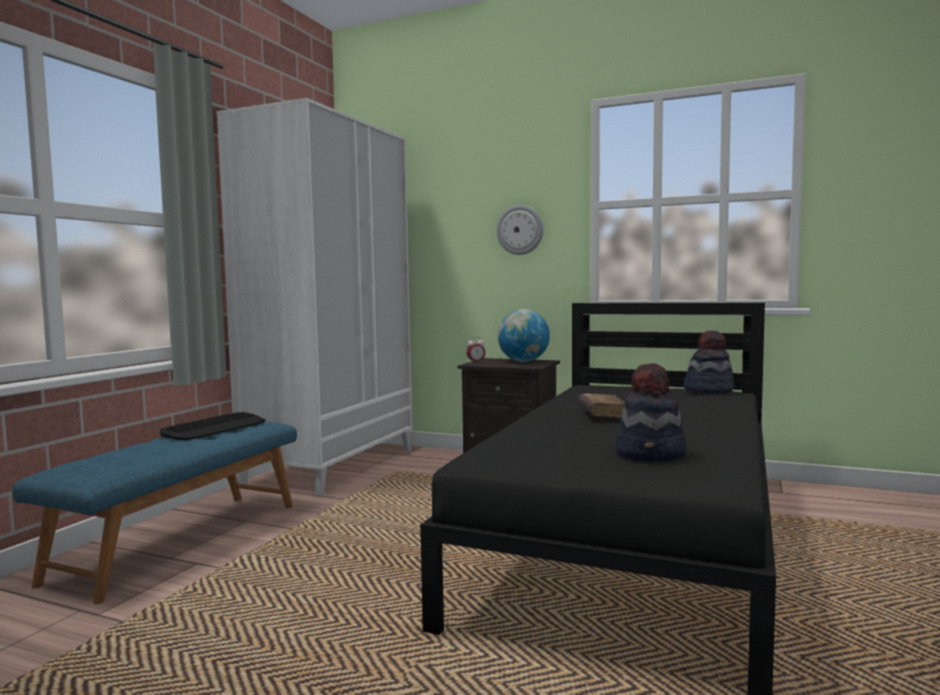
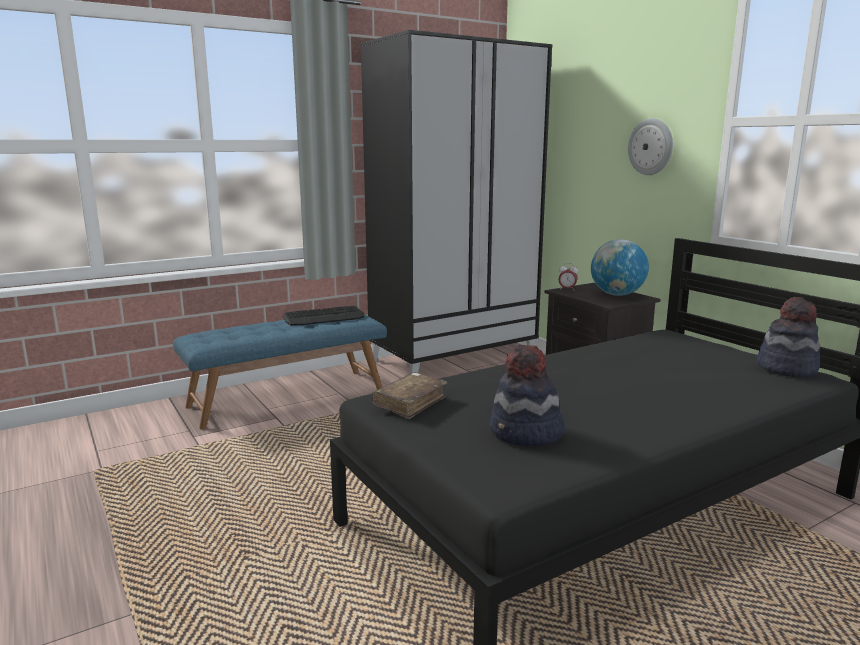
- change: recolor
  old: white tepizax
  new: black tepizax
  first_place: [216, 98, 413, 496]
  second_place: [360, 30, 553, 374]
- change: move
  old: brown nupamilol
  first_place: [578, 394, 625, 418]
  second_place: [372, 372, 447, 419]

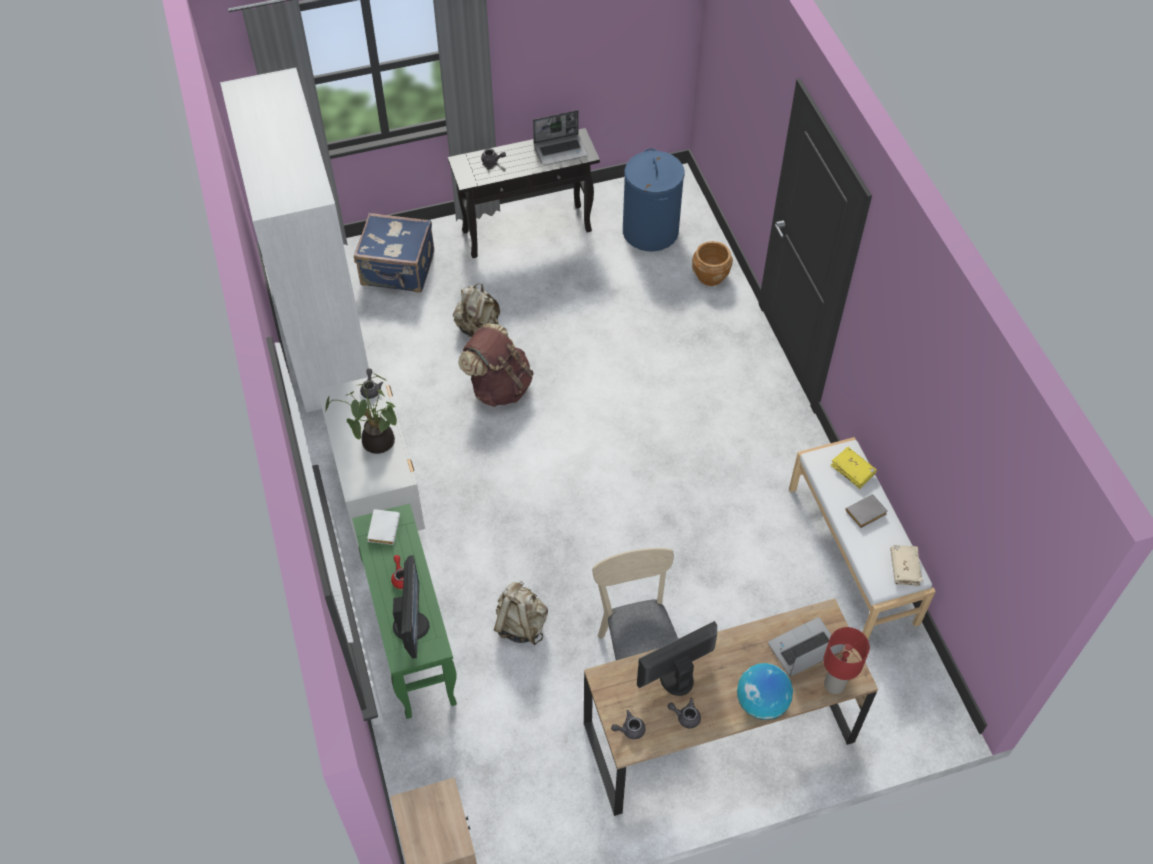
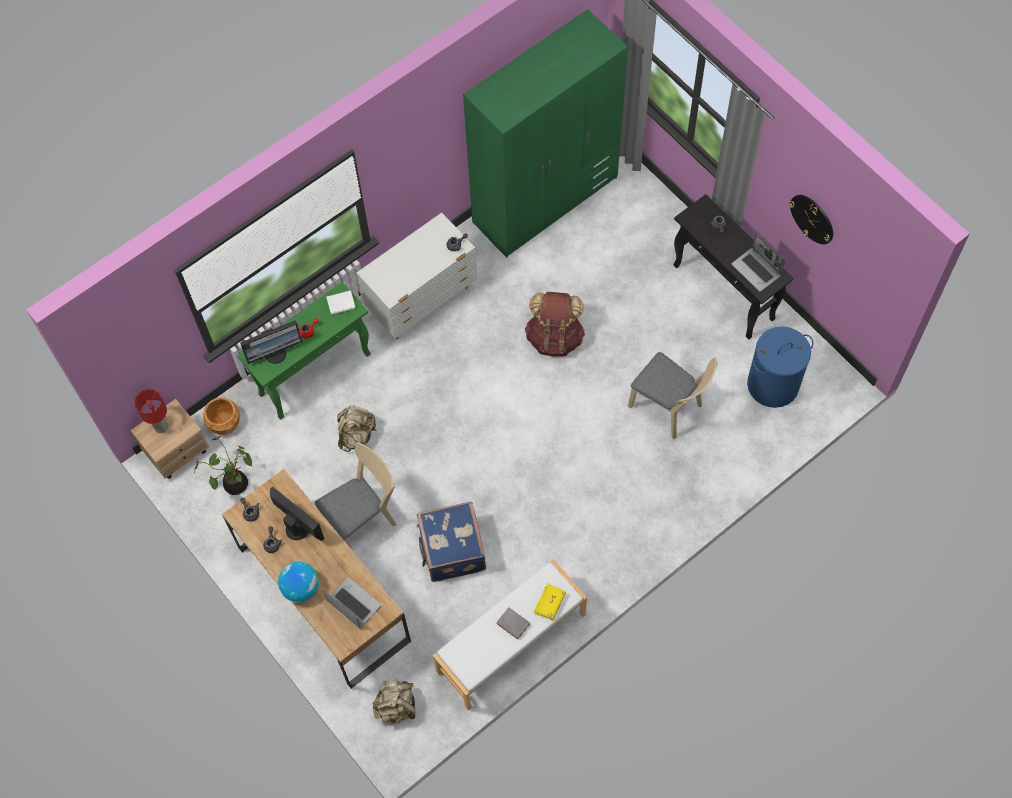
- change: recolor
  old: white tepizax
  new: green tepizax
  first_place: [220, 68, 369, 412]
  second_place: [463, 9, 628, 258]
- change: move
  old: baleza
  first_place: [325, 372, 397, 454]
  second_place: [194, 436, 252, 495]
- change: move
  old: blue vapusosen
  first_place: [354, 213, 434, 293]
  second_place: [416, 501, 486, 582]
- change: move
  old: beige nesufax
  first_place: [453, 284, 500, 338]
  second_place: [373, 679, 415, 724]
- change: move
  old: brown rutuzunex
  first_place: [692, 241, 733, 286]
  second_place: [203, 397, 240, 435]
- change: move
  old: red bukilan
  first_place: [823, 627, 870, 694]
  second_place: [135, 389, 169, 433]
- change: delete
  old: beige nupamilol
  first_place: [890, 545, 923, 586]
- change: insert
  new: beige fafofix
  second_place: [628, 352, 718, 439]
- change: insert
  new: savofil
  second_place: [789, 195, 833, 244]

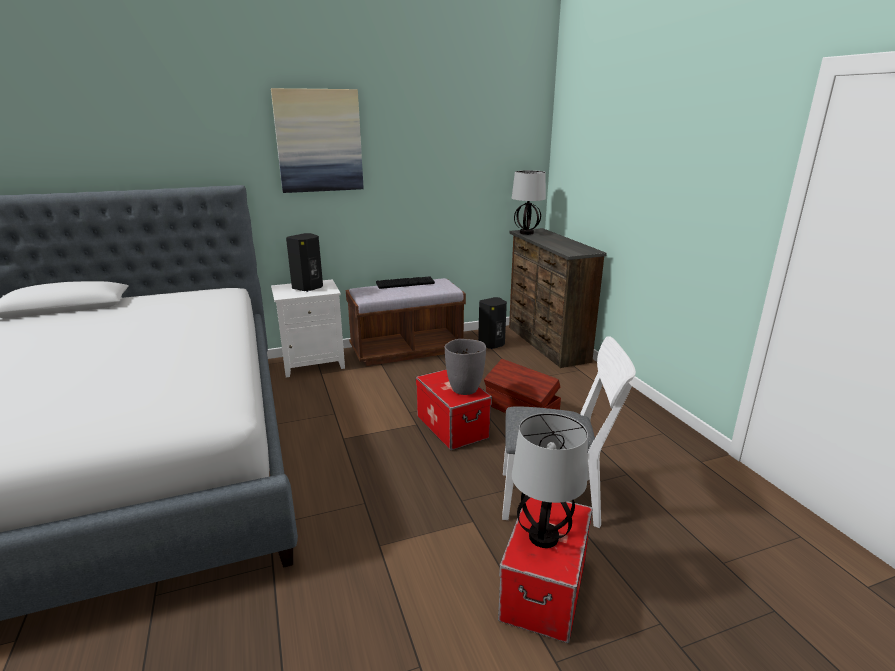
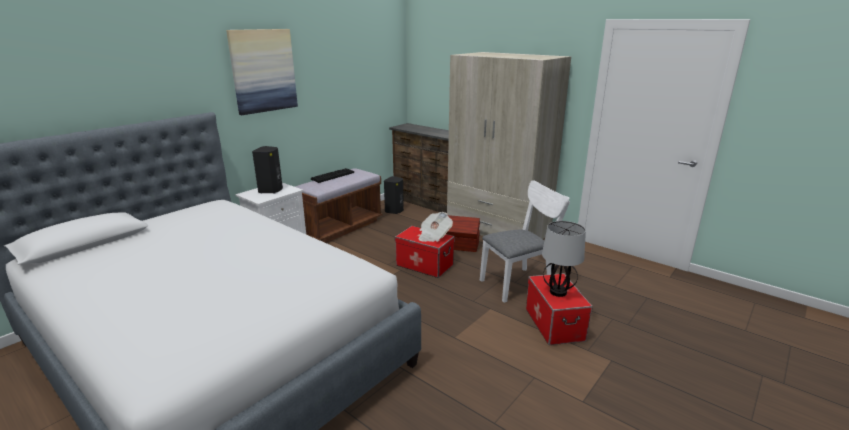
- change: replace
  old: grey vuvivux
  new: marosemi
  first_place: [444, 339, 486, 395]
  second_place: [419, 212, 453, 242]
- change: delete
  old: bukilan
  first_place: [512, 170, 546, 235]
- change: insert
  new: beige tepizax
  second_place: [447, 52, 571, 239]

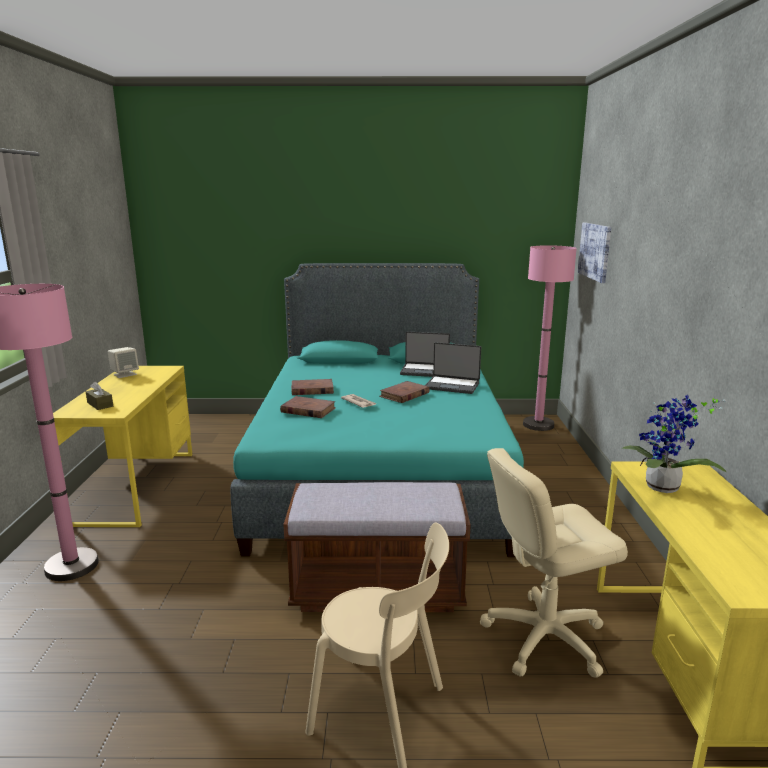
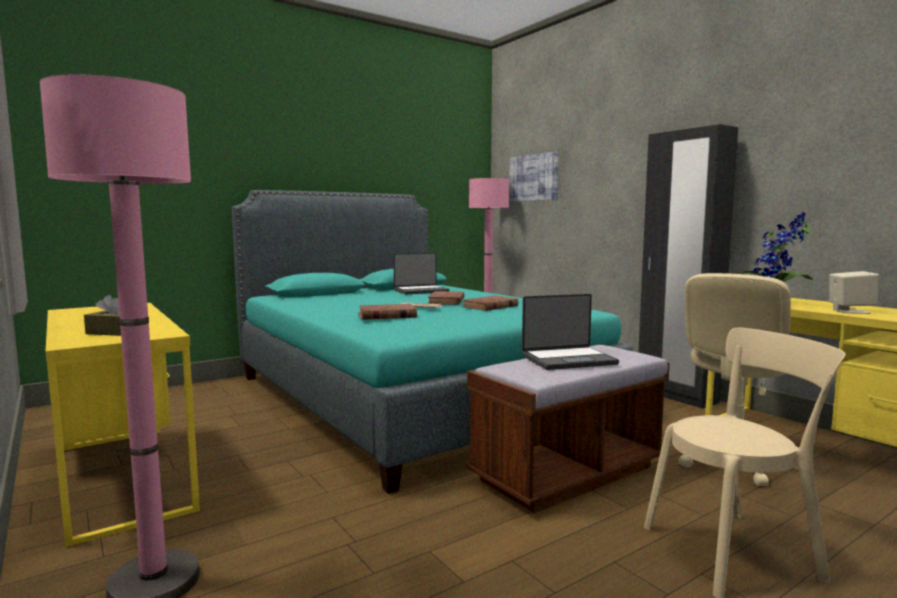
- change: move
  old: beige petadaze
  first_place: [108, 347, 139, 378]
  second_place: [829, 271, 879, 314]
- change: move
  old: brown nupamilol
  first_place: [291, 379, 334, 395]
  second_place: [462, 296, 519, 311]
- change: move
  old: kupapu
  first_place: [425, 342, 481, 394]
  second_place: [522, 294, 619, 370]
- change: insert
  new: black tepizax
  second_place: [638, 124, 738, 409]

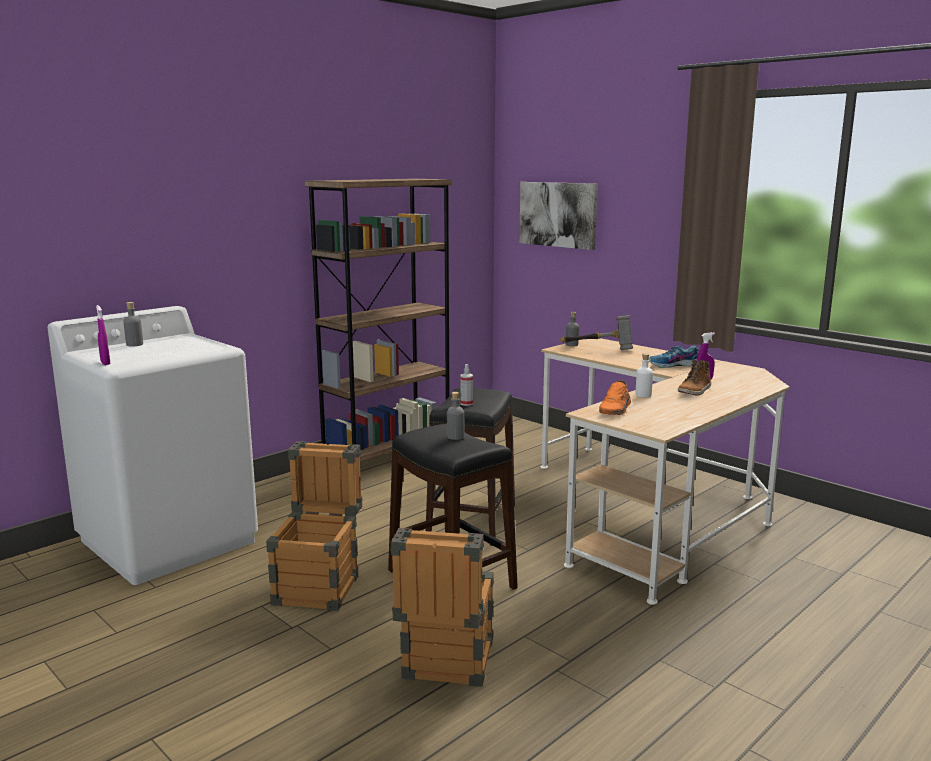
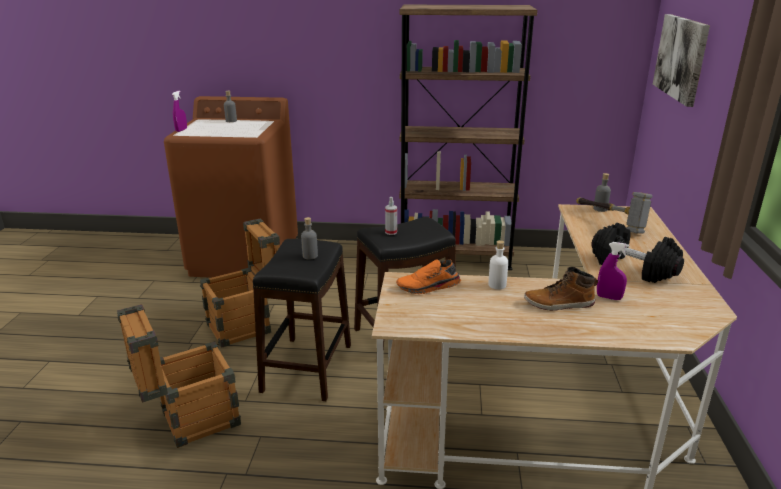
- change: recolor
  old: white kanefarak
  new: brown kanefarak
  first_place: [48, 306, 258, 585]
  second_place: [164, 96, 298, 278]
- change: replace
  old: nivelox
  new: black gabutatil
  first_place: [649, 345, 700, 368]
  second_place: [591, 223, 684, 283]

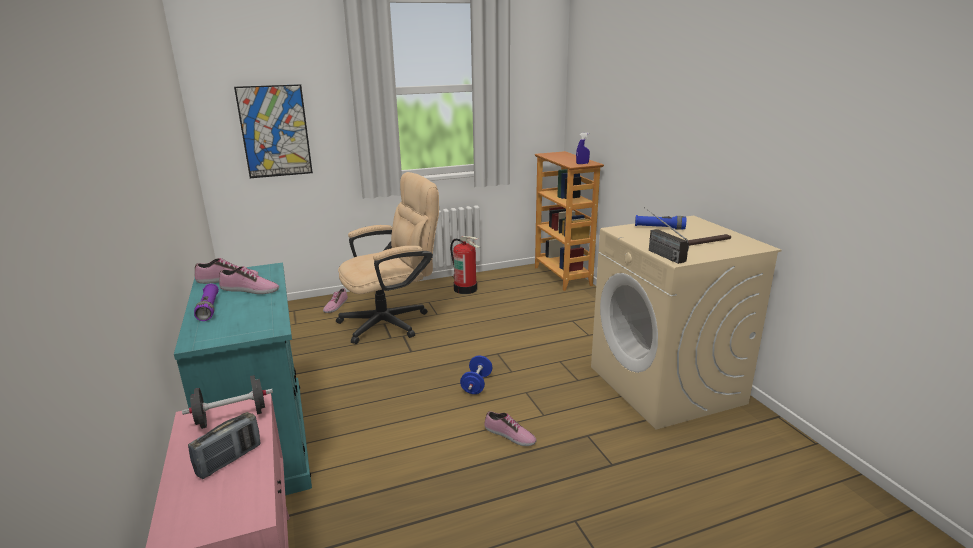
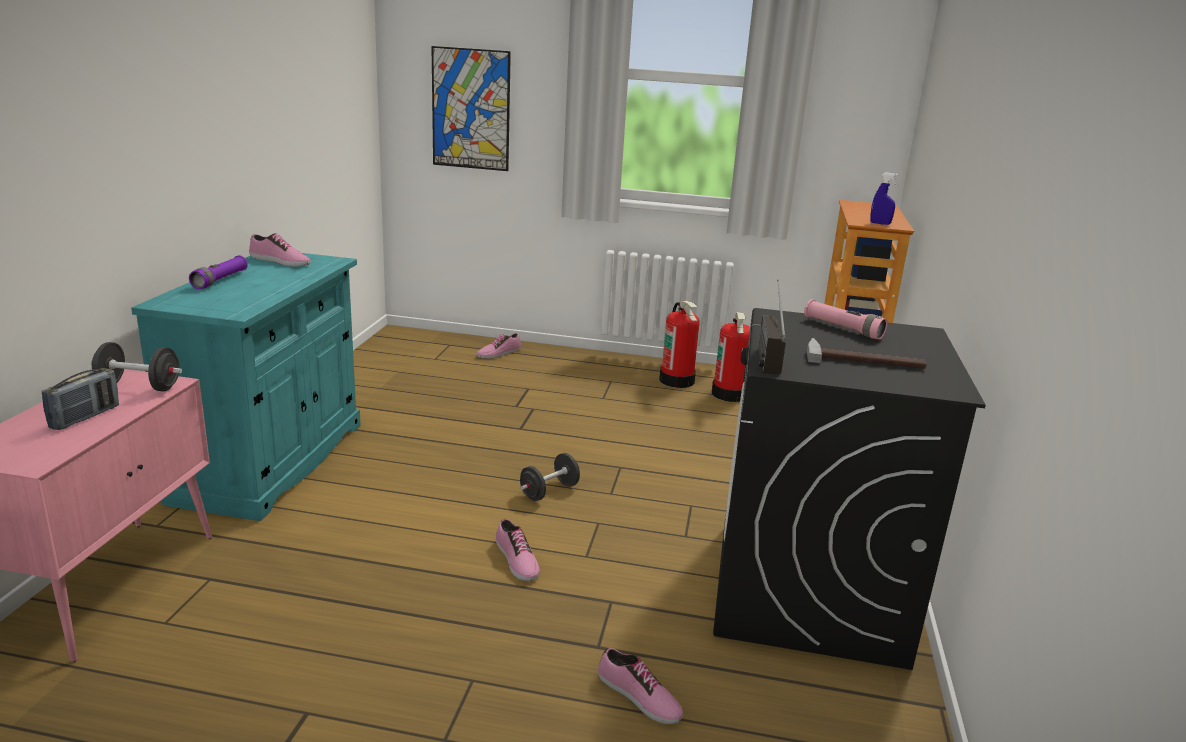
- change: rotate
  old: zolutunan
  first_place: [188, 412, 261, 479]
  second_place: [42, 368, 119, 430]
  degrees: -45
- change: move
  old: nivelox
  first_place: [219, 266, 279, 294]
  second_place: [598, 648, 683, 724]
- change: delete
  old: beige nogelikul
  first_place: [336, 172, 439, 344]
- change: recolor
  old: blue gabutatil
  new: black gabutatil
  first_place: [460, 356, 492, 394]
  second_place: [520, 453, 580, 501]
- change: recolor
  old: beige kanefarak
  new: black kanefarak
  first_place: [591, 216, 781, 429]
  second_place: [713, 308, 986, 670]
- change: recolor
  old: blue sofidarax
  new: pink sofidarax
  first_place: [635, 215, 686, 230]
  second_place: [804, 299, 888, 339]
- change: insert
  new: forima
  second_place: [712, 312, 750, 402]

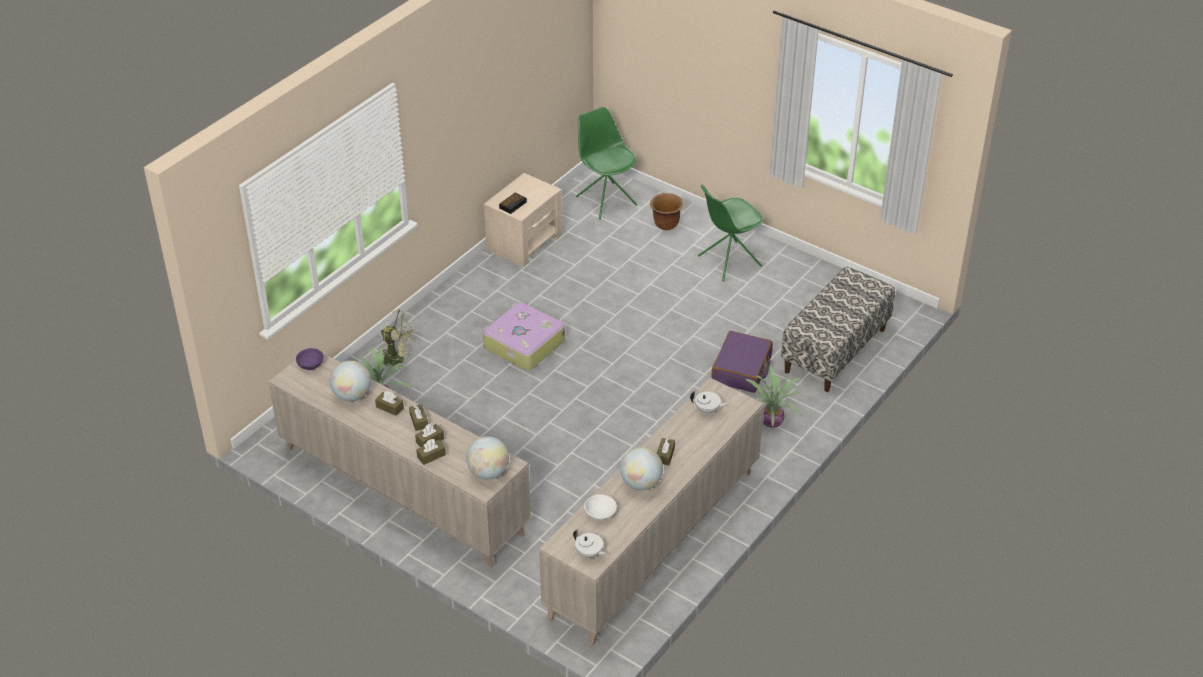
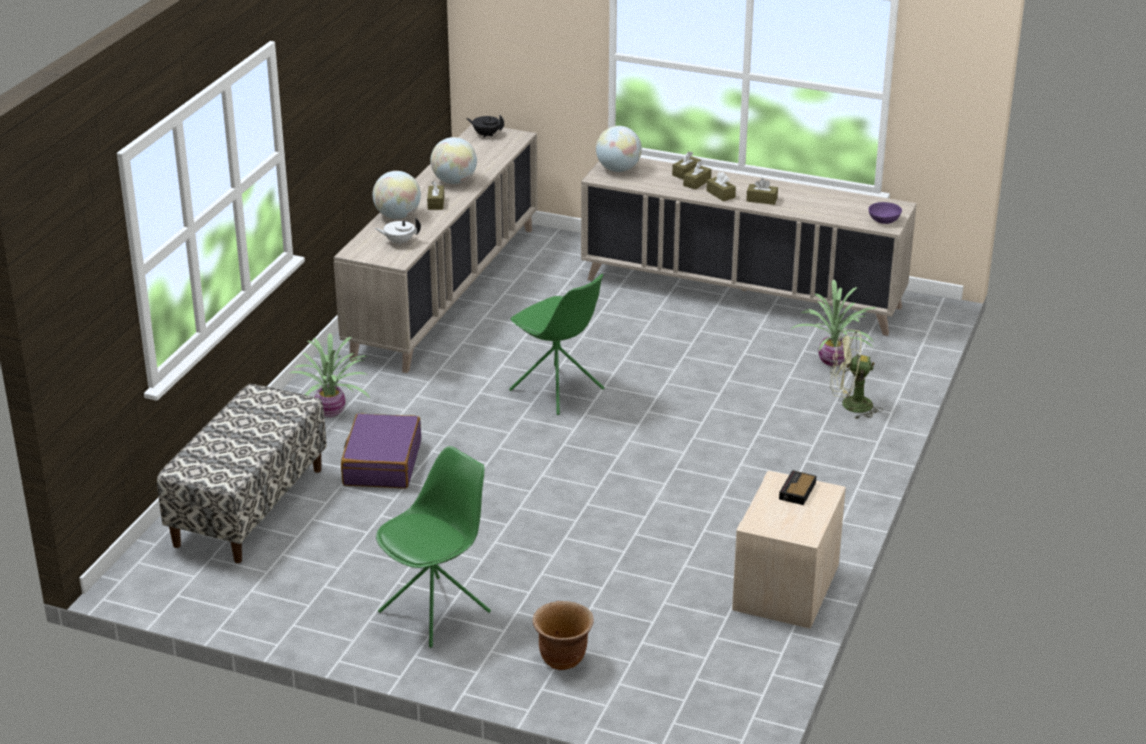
- change: move
  old: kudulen
  first_place: [330, 361, 371, 401]
  second_place: [373, 171, 421, 219]
- change: delete
  old: vapusosen
  first_place: [483, 302, 565, 370]
- change: recolor
  old: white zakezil
  new: black zakezil
  first_place: [573, 530, 607, 558]
  second_place: [466, 115, 504, 138]
- change: move
  old: green fafofix
  first_place: [576, 107, 637, 219]
  second_place: [509, 274, 604, 415]
- change: delete
  old: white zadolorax
  first_place: [584, 495, 617, 520]

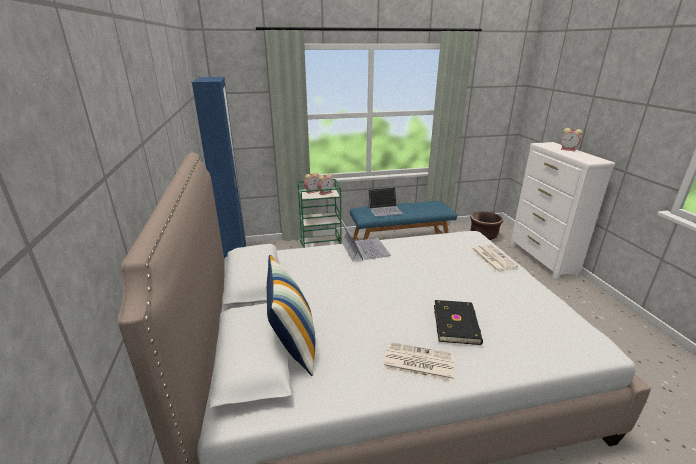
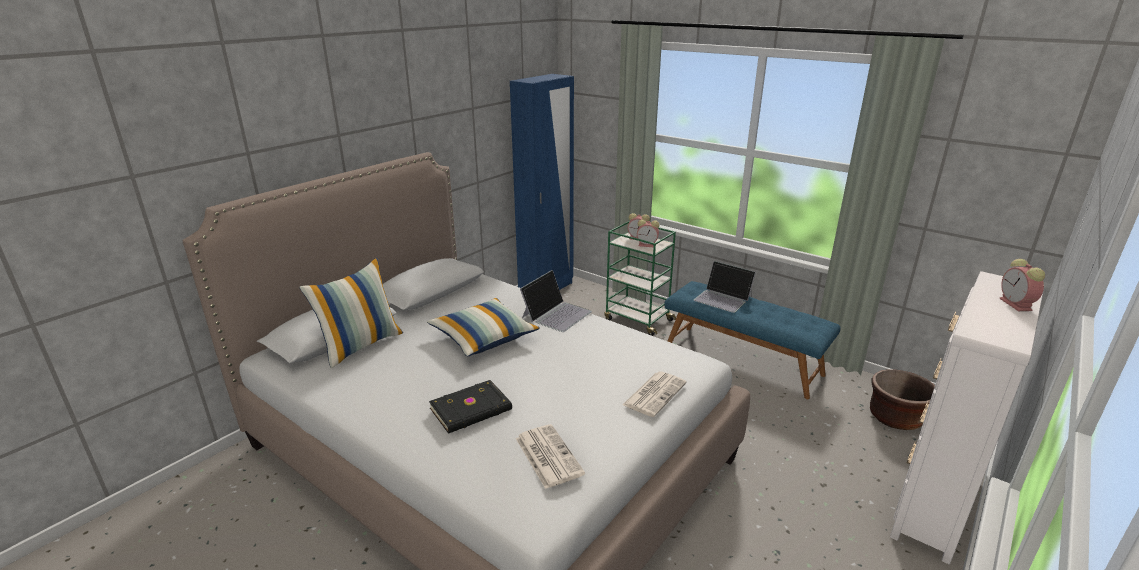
- change: move
  old: marosemi
  first_place: [383, 342, 454, 382]
  second_place: [516, 424, 585, 489]
- change: insert
  new: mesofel
  second_place: [427, 298, 540, 356]

